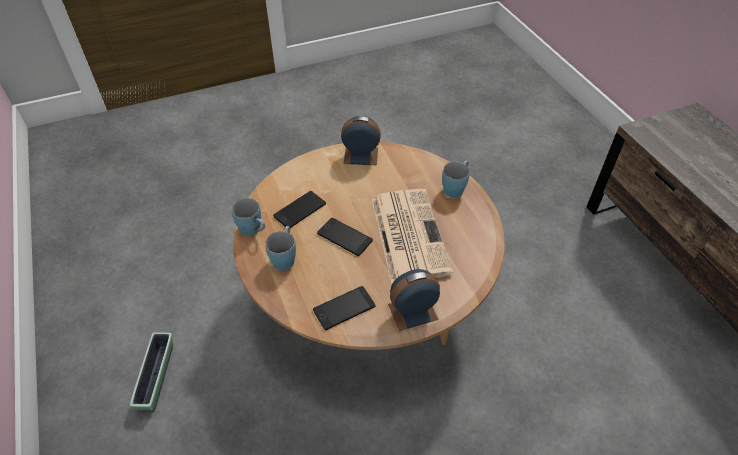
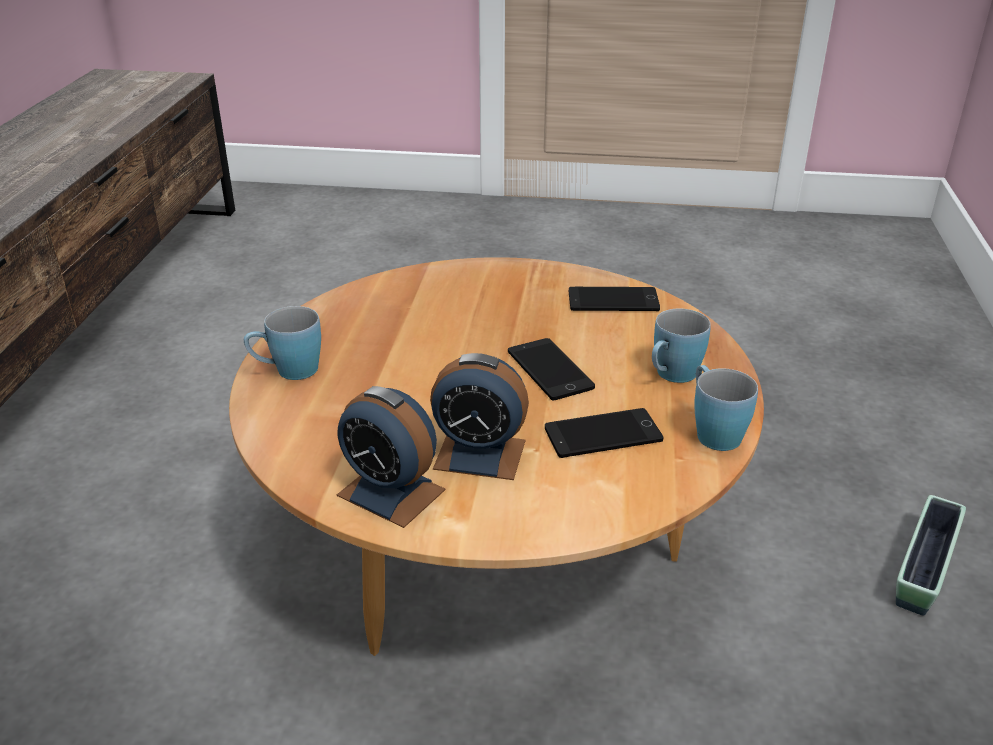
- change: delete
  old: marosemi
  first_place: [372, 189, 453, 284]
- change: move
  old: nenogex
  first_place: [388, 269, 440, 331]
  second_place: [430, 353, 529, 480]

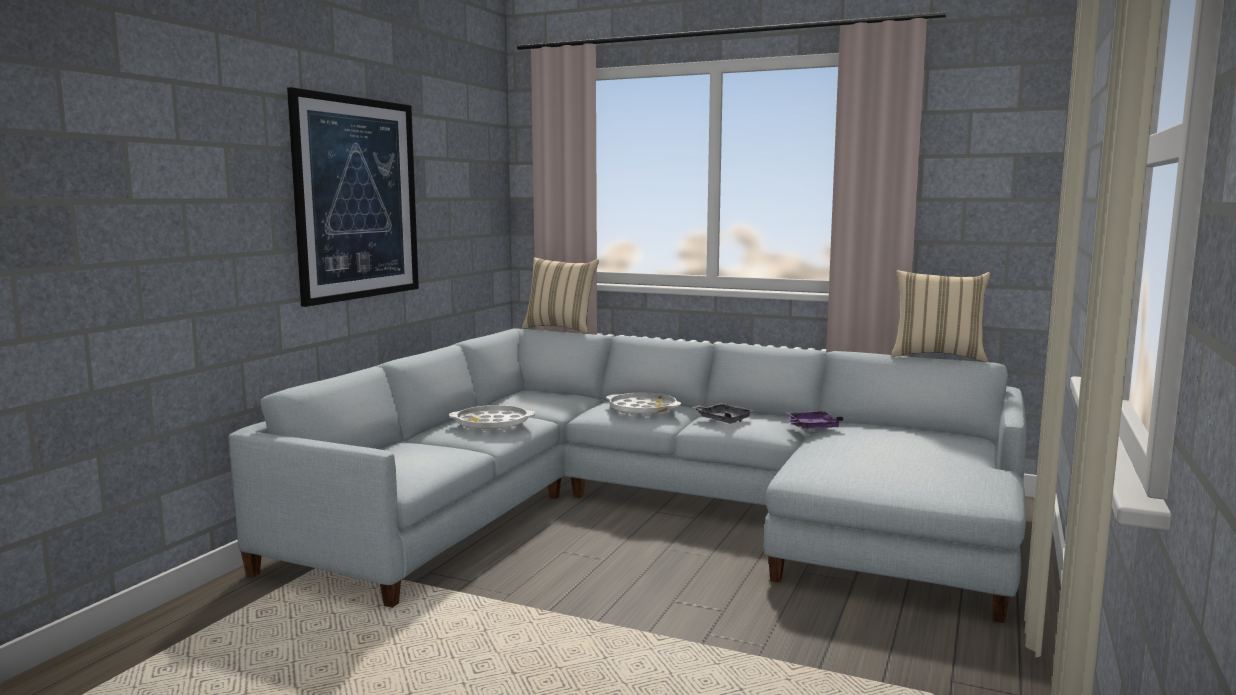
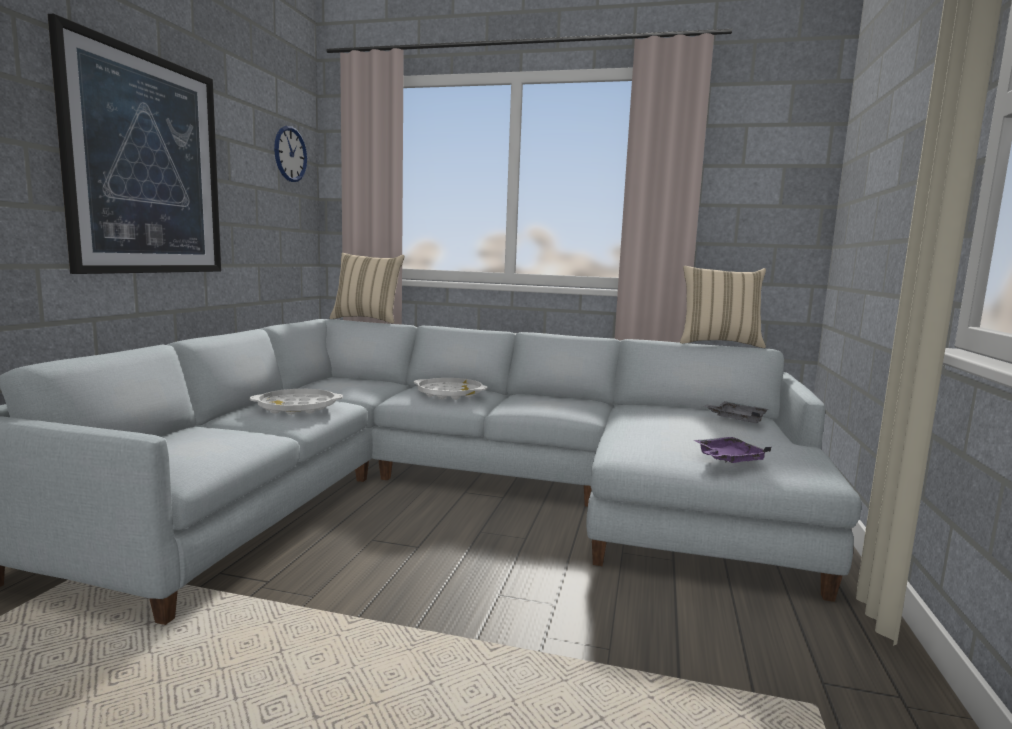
- change: move
  old: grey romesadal
  first_place: [691, 403, 754, 424]
  second_place: [703, 401, 768, 423]
- change: move
  old: purple romesadal
  first_place: [785, 411, 843, 429]
  second_place: [693, 437, 771, 463]
- change: insert
  new: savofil
  second_place: [274, 126, 307, 182]

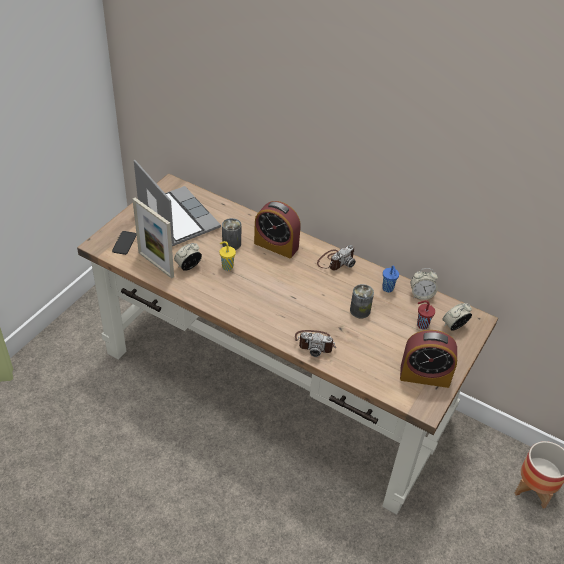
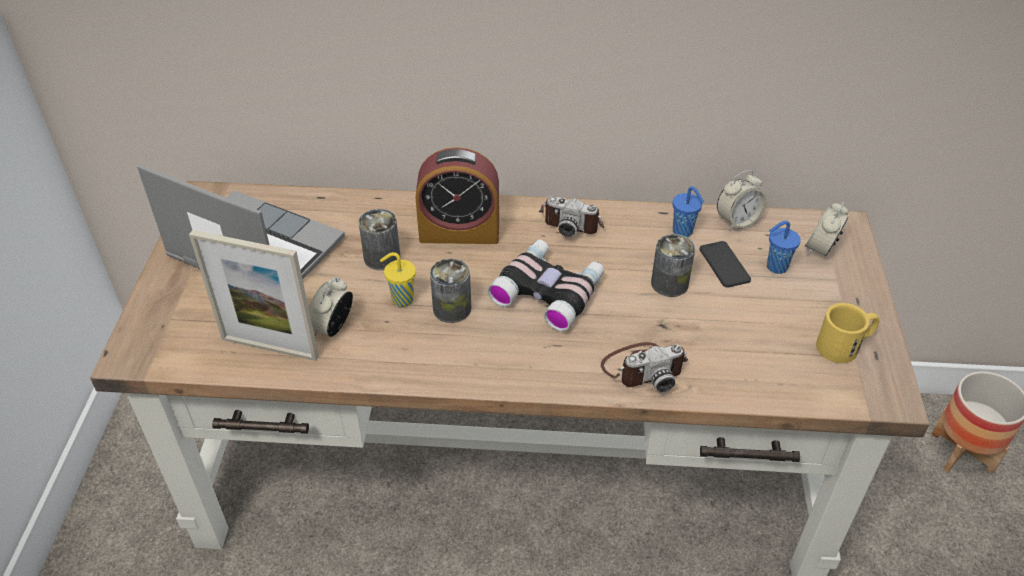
- change: move
  old: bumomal
  first_place: [112, 231, 137, 255]
  second_place: [700, 241, 751, 288]
- change: rotate
  old: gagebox
  first_place: [317, 245, 356, 271]
  second_place: [539, 196, 604, 237]
  degrees: 90
- change: replace
  old: nenogex
  new: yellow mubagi
  first_place: [400, 330, 457, 388]
  second_place: [816, 303, 880, 363]
- change: recolor
  old: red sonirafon
  new: blue sonirafon
  first_place: [417, 300, 435, 330]
  second_place: [767, 221, 801, 274]
- change: insert
  new: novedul
  second_place: [430, 258, 471, 323]
- change: insert
  new: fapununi
  second_place: [487, 239, 604, 332]

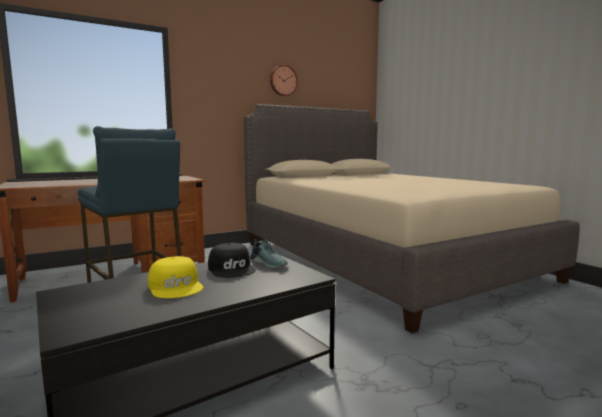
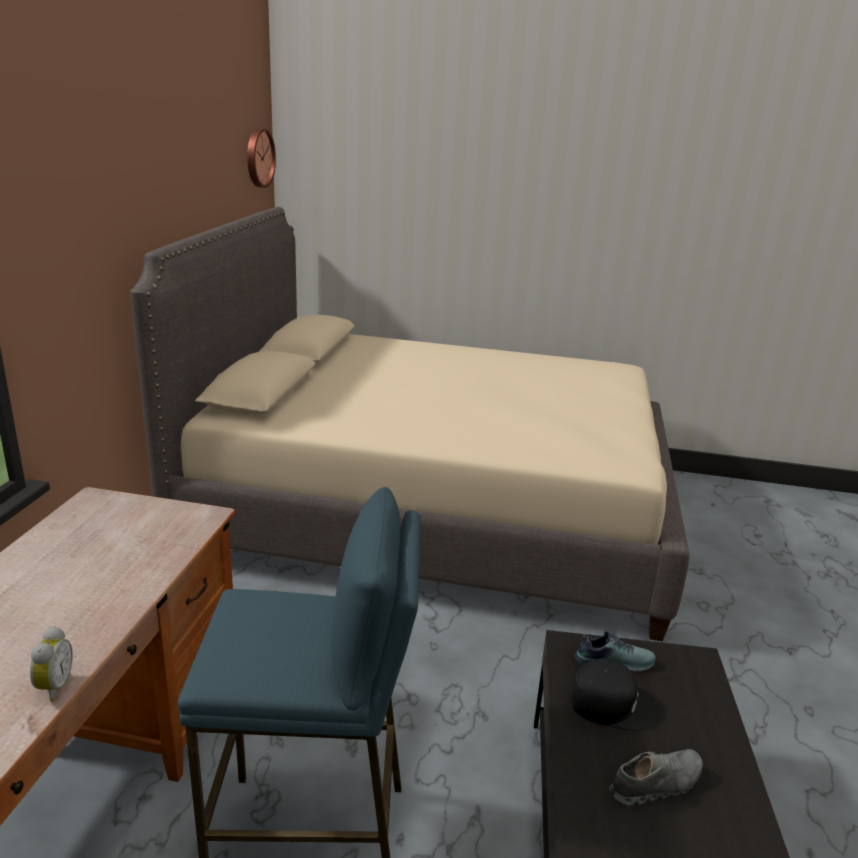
- change: replace
  old: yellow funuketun
  new: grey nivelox
  first_place: [148, 256, 203, 298]
  second_place: [609, 749, 703, 806]
- change: move
  old: savofil
  first_place: [270, 65, 298, 96]
  second_place: [247, 128, 276, 188]
- change: insert
  new: nenogex
  second_place: [30, 626, 73, 702]

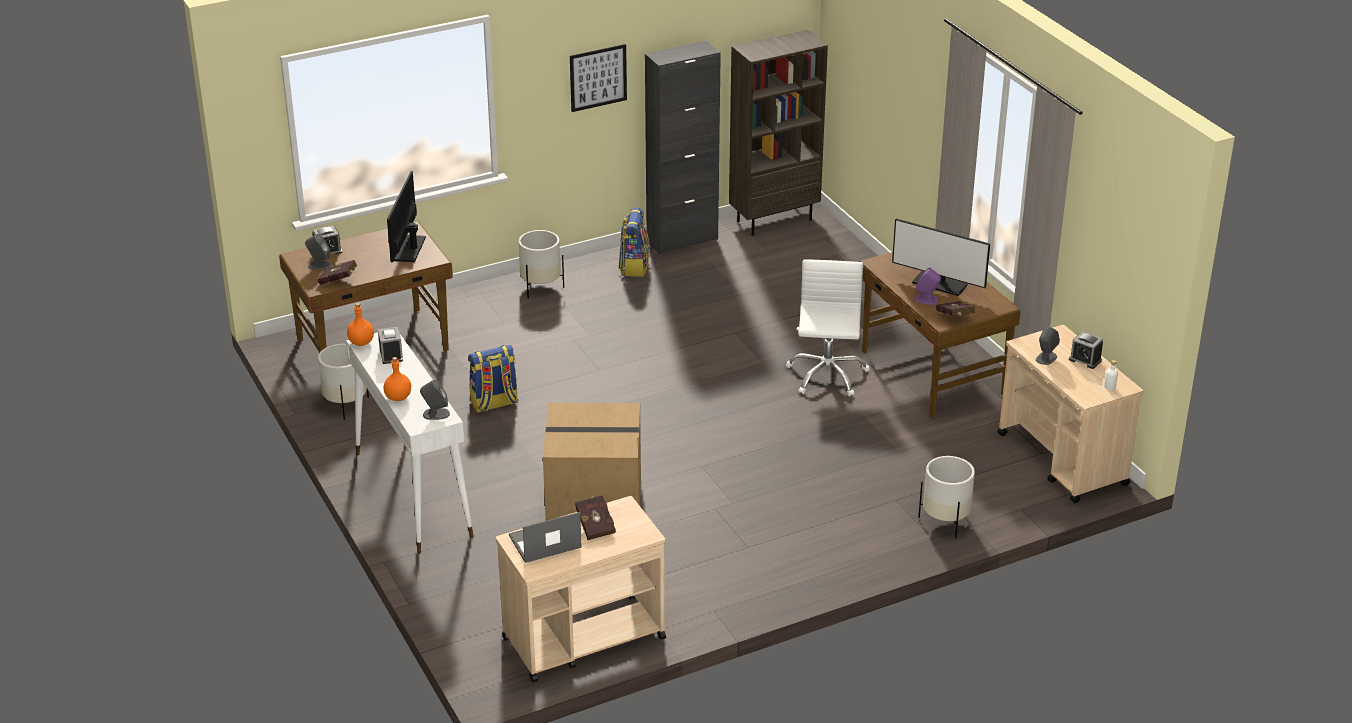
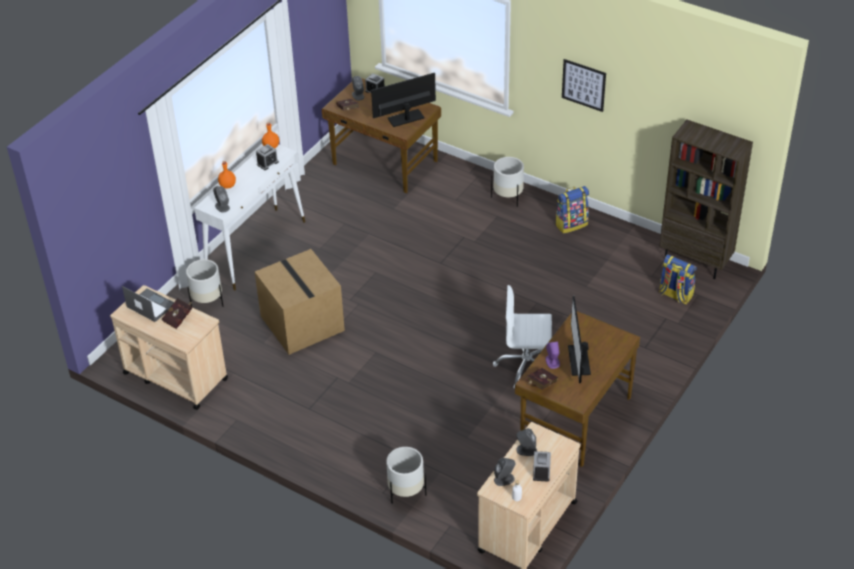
- change: move
  old: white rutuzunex
  first_place: [318, 343, 369, 420]
  second_place: [186, 259, 223, 306]
- change: move
  old: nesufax
  first_place: [468, 345, 519, 413]
  second_place: [659, 254, 697, 304]
- change: delete
  old: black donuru
  first_place: [645, 41, 721, 254]
- change: rotate
  old: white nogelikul
  first_place: [786, 259, 870, 396]
  second_place: [493, 285, 552, 389]
  degrees: -150
- change: insert
  new: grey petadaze
  second_place: [494, 458, 515, 486]

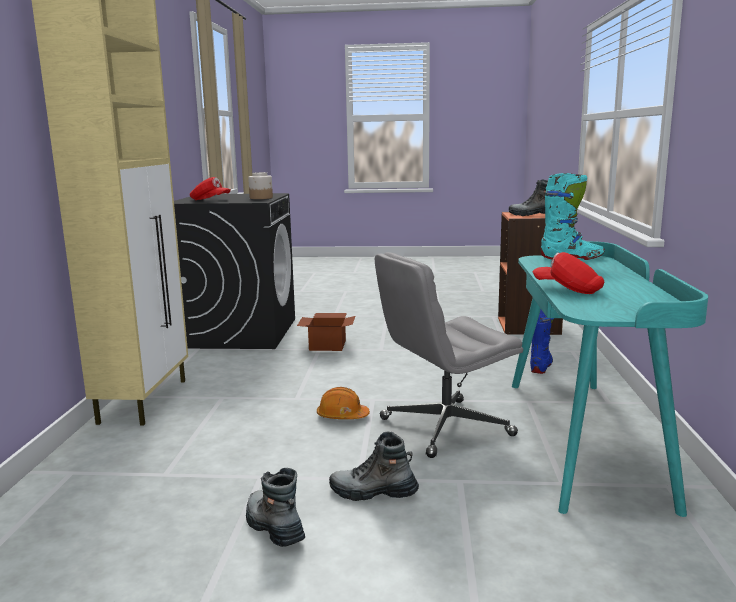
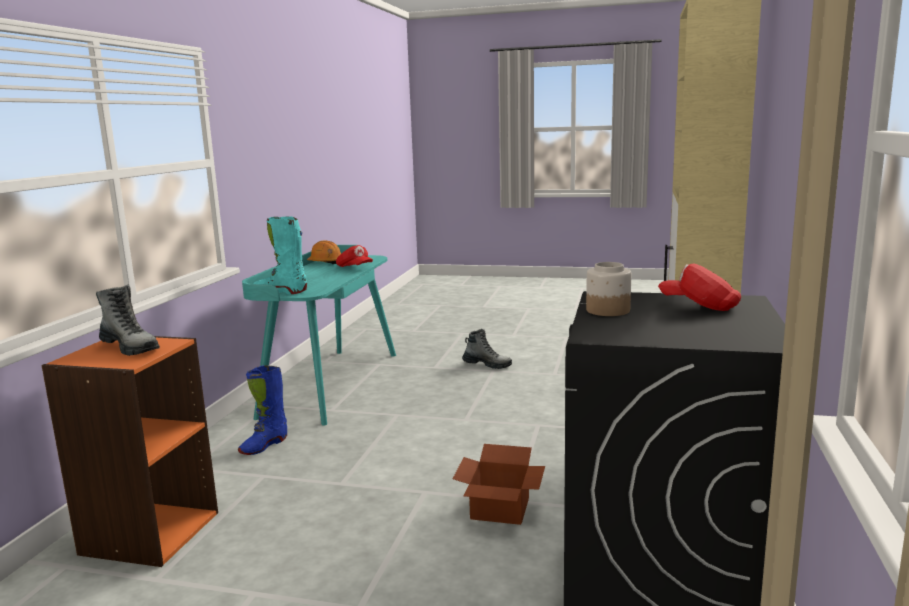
- change: delete
  old: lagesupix
  first_place: [246, 468, 305, 547]
- change: move
  old: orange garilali
  first_place: [317, 387, 370, 419]
  second_place: [307, 240, 341, 264]
- change: delete
  old: grey nogelikul
  first_place: [375, 252, 523, 458]

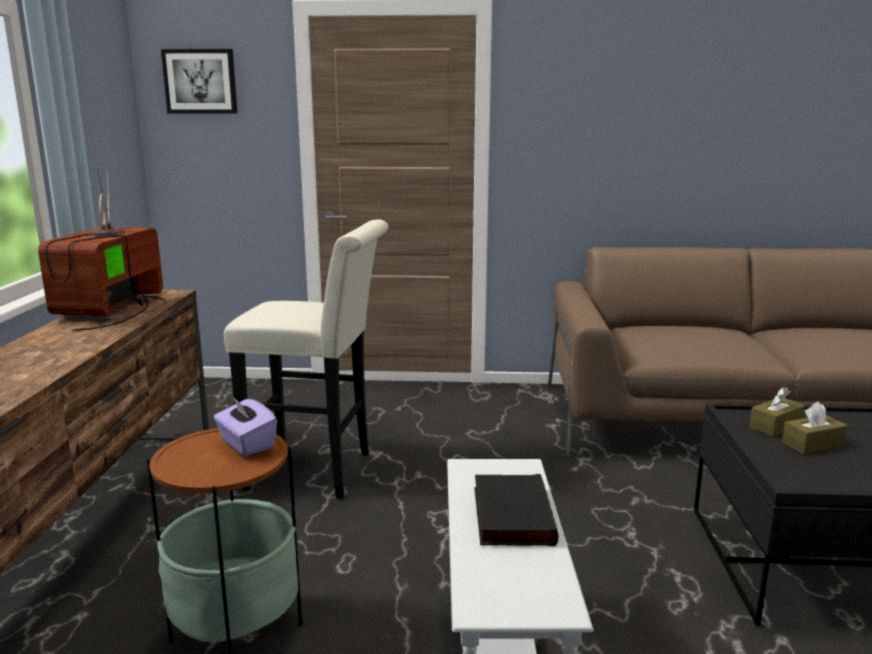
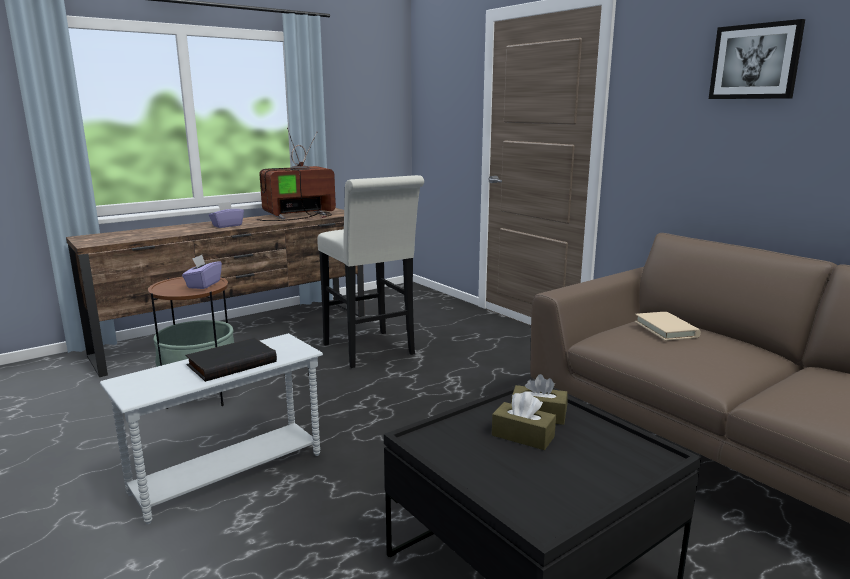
- change: move
  old: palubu
  first_place: [161, 49, 237, 113]
  second_place: [709, 19, 805, 99]
- change: insert
  new: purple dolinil
  second_place: [209, 202, 244, 228]
- change: insert
  new: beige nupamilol
  second_place: [635, 312, 701, 341]

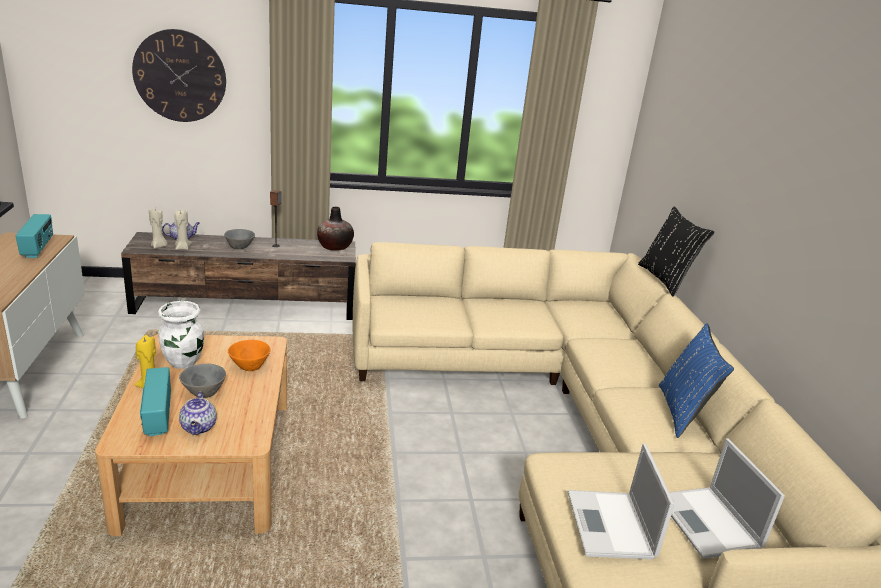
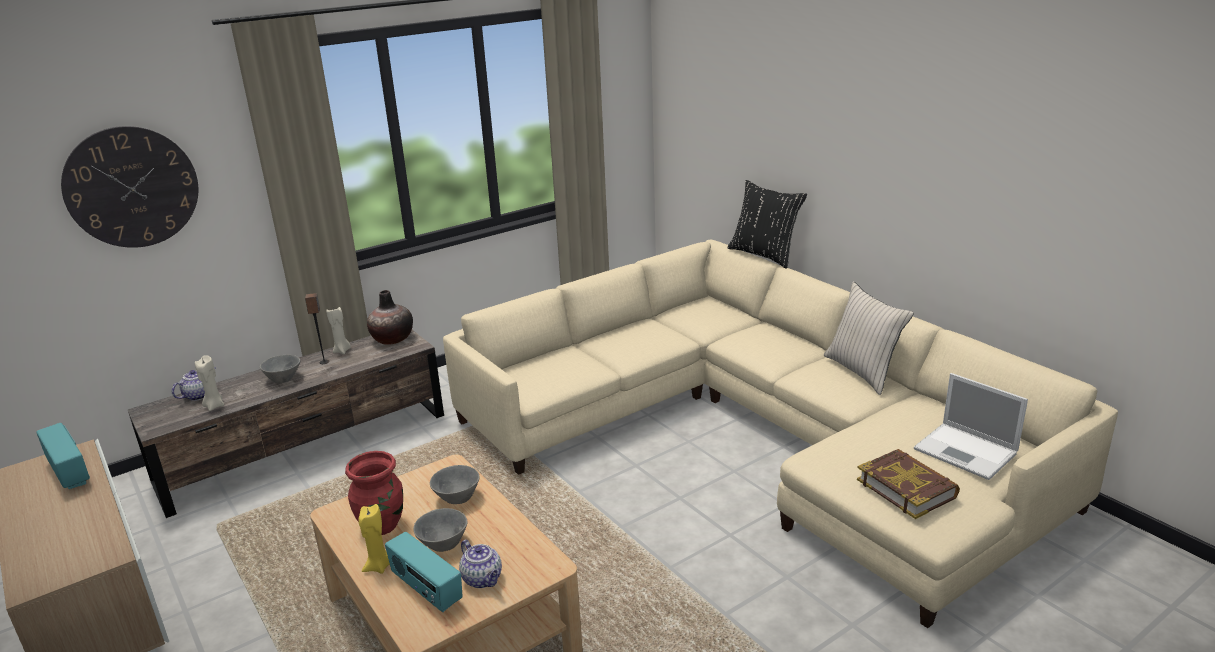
- change: move
  old: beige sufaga
  first_place: [149, 209, 168, 249]
  second_place: [326, 307, 351, 354]
- change: recolor
  old: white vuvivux
  new: red vuvivux
  first_place: [158, 301, 204, 369]
  second_place: [345, 451, 403, 535]
- change: recolor
  old: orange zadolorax
  new: grey zadolorax
  first_place: [228, 340, 270, 371]
  second_place: [430, 465, 479, 504]
- change: replace
  old: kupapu
  new: nupamilol
  first_place: [568, 443, 675, 559]
  second_place: [857, 449, 960, 519]
- change: recolor
  old: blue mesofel
  new: beige mesofel
  first_place: [659, 323, 734, 438]
  second_place: [824, 282, 914, 395]

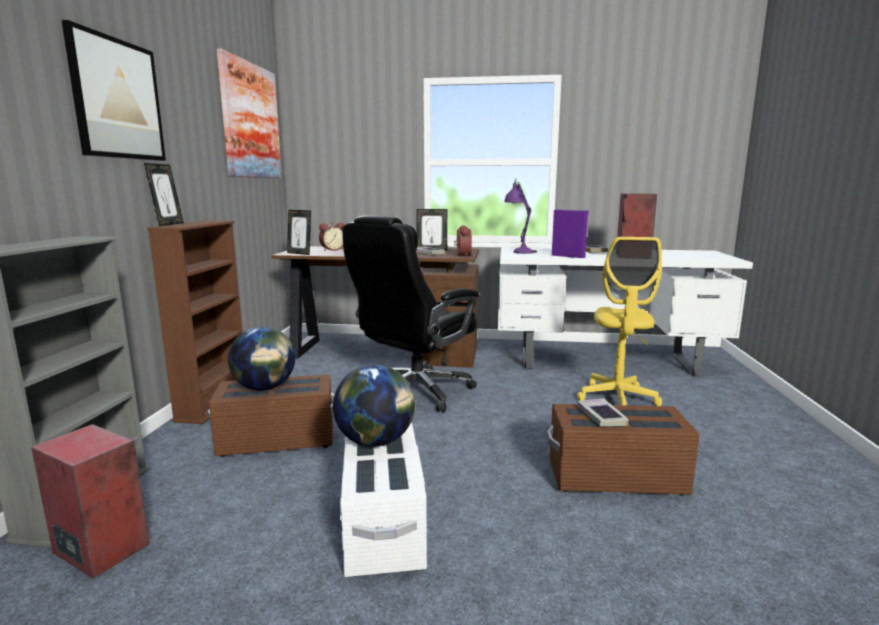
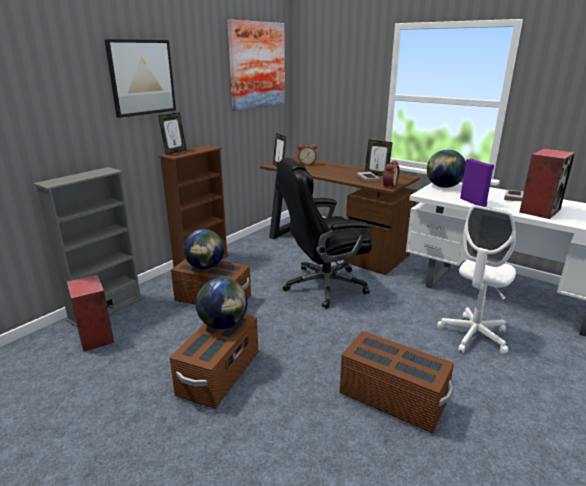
- change: recolor
  old: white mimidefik
  new: brown mimidefik
  first_place: [340, 423, 427, 577]
  second_place: [170, 314, 258, 409]
- change: replace
  old: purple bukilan
  new: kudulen
  first_place: [504, 179, 537, 254]
  second_place: [427, 150, 466, 188]
- change: recolor
  old: yellow nogelikul
  new: white nogelikul
  first_place: [577, 237, 662, 406]
  second_place: [437, 205, 516, 354]
- change: delete
  old: nupamilol
  first_place: [577, 398, 629, 426]

